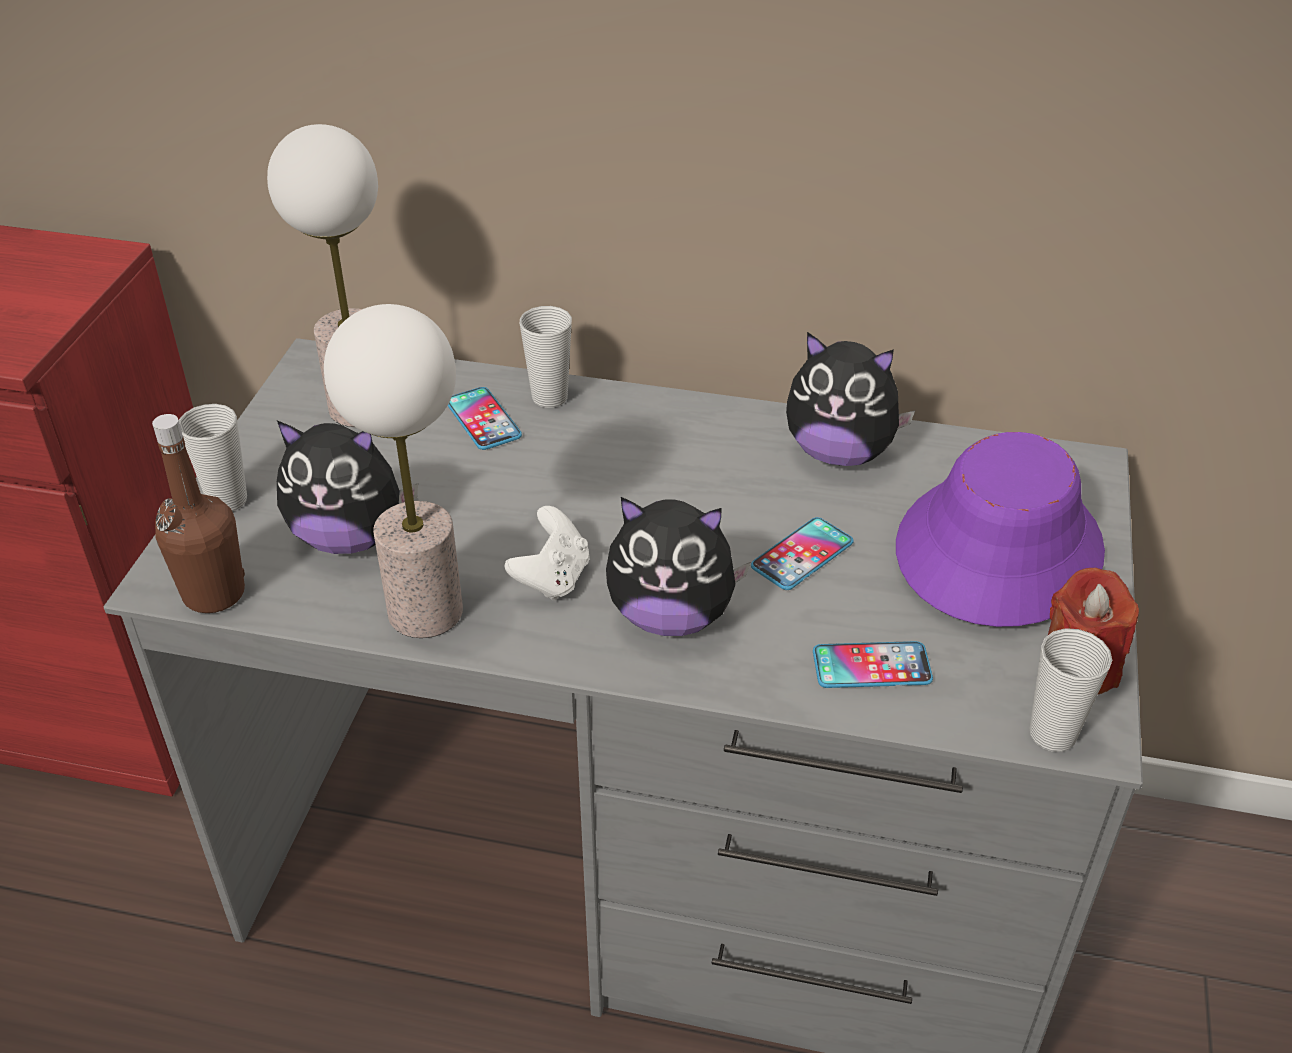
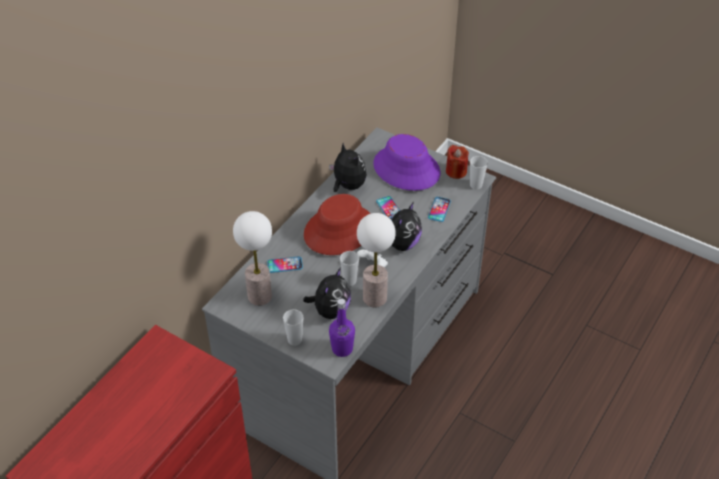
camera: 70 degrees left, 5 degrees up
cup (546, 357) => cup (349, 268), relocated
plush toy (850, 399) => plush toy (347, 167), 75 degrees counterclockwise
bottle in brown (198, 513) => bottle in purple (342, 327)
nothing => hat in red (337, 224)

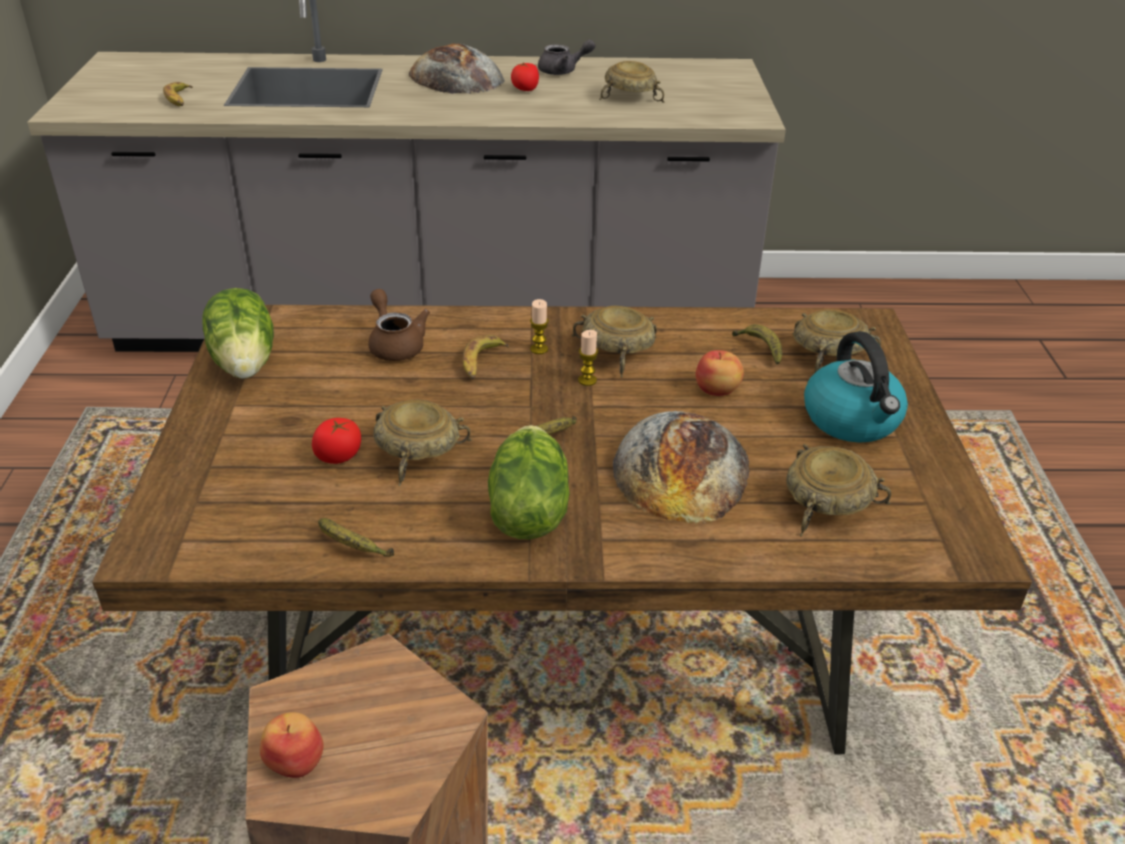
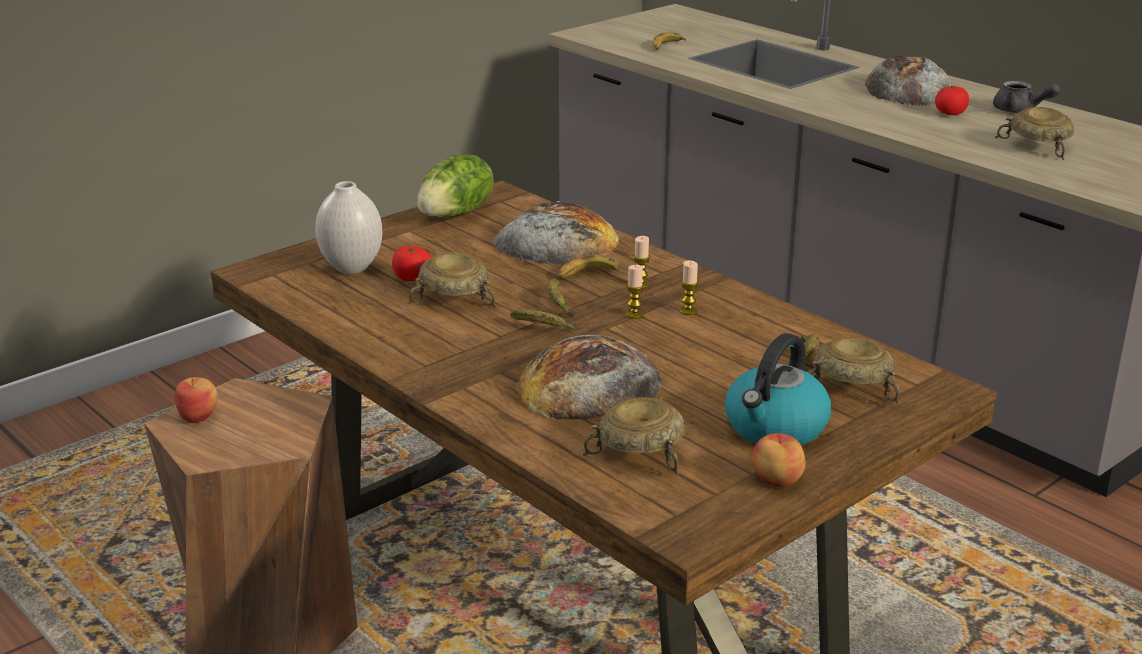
camera: 50 degrees right, 10 degrees down
teapot in brown (399, 325) => bread (556, 233)
bowl in beige (614, 342) => candle (689, 287)
apple (720, 373) => apple (778, 460), relocated
lettuce (529, 482) => nothing
banana (356, 537) => banana (560, 298), relocated
nothing => vase in white (348, 227)

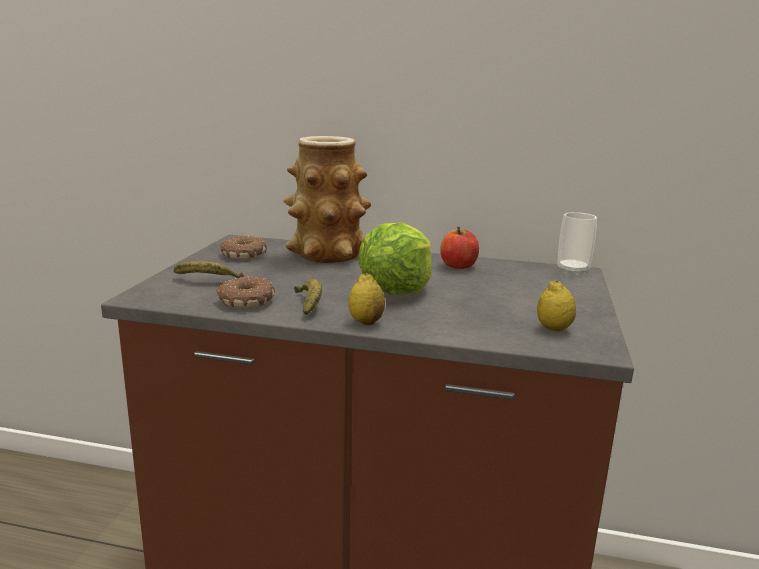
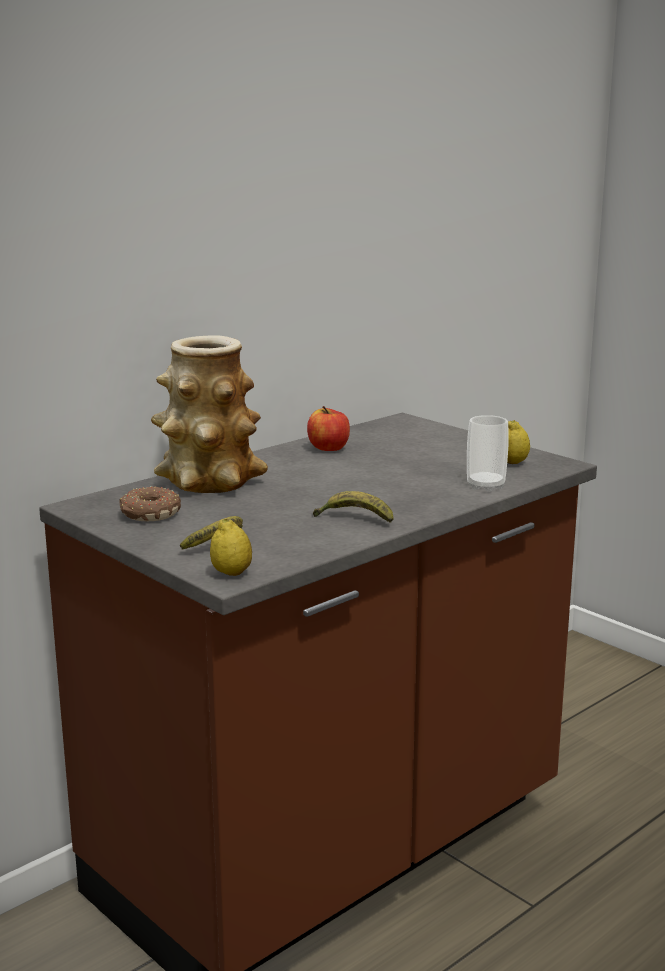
camera: 55 degrees left, 0 degrees up
cup (577, 243) => cup (488, 453), relocated
lettuce (395, 258) => nothing
lemon (366, 299) => lemon (231, 547), relocated
donut (245, 292) => nothing

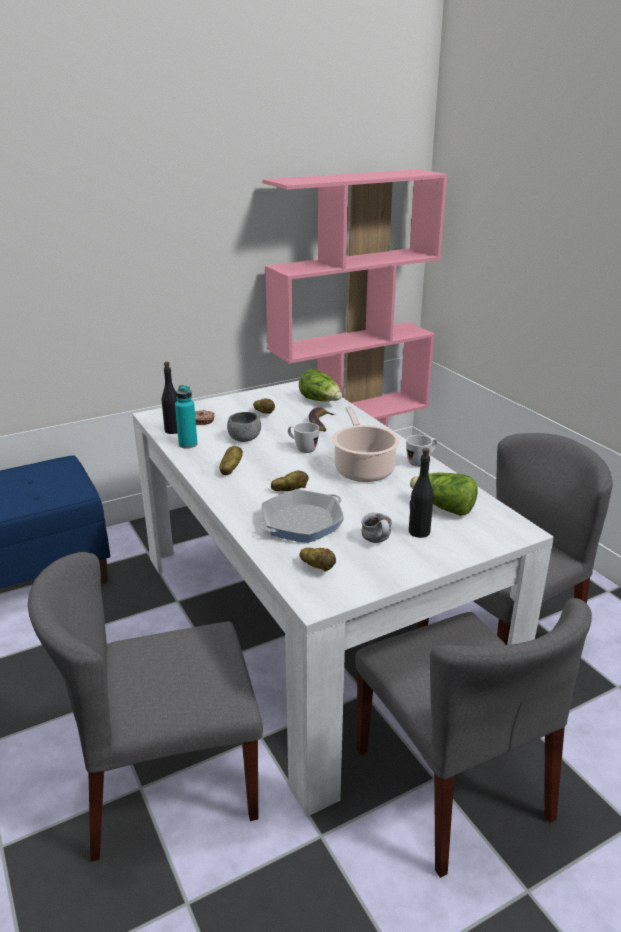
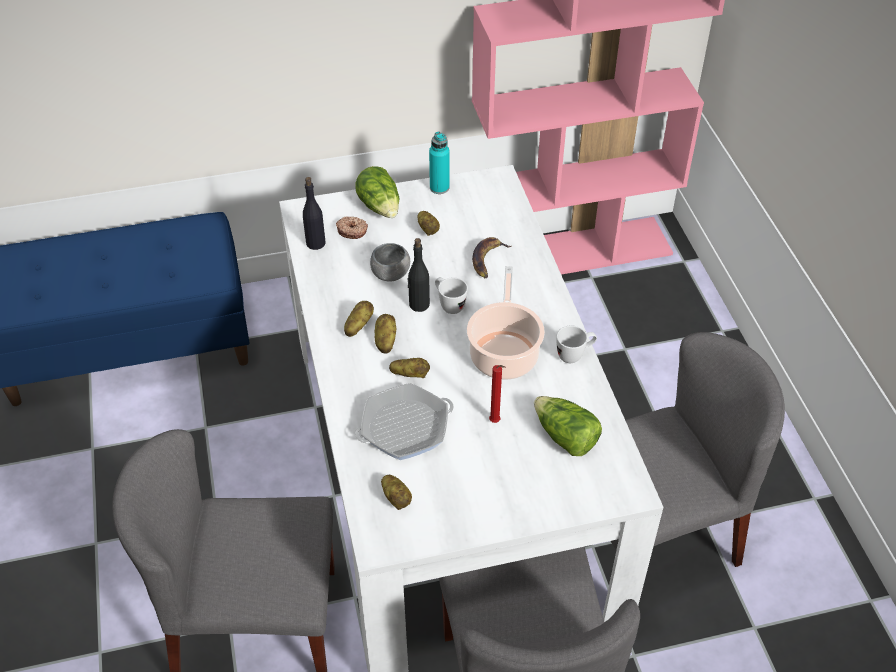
camera: 15 degrees right, 20 degrees up
lettuce (320, 385) => lettuce (377, 192), relocated
bottle in turquoise (186, 417) => bottle in turquoise (439, 163), relocated
bottle in black (421, 493) => bottle in black (418, 275), relocated
mug (376, 528) => nothing
nothing => potato (385, 333)
nothing => candle in red (497, 394)

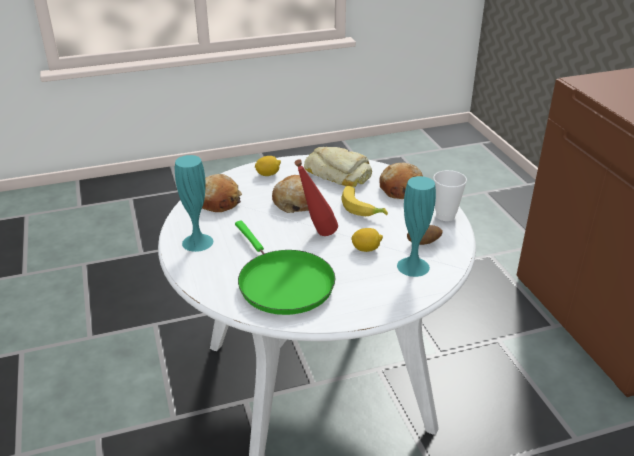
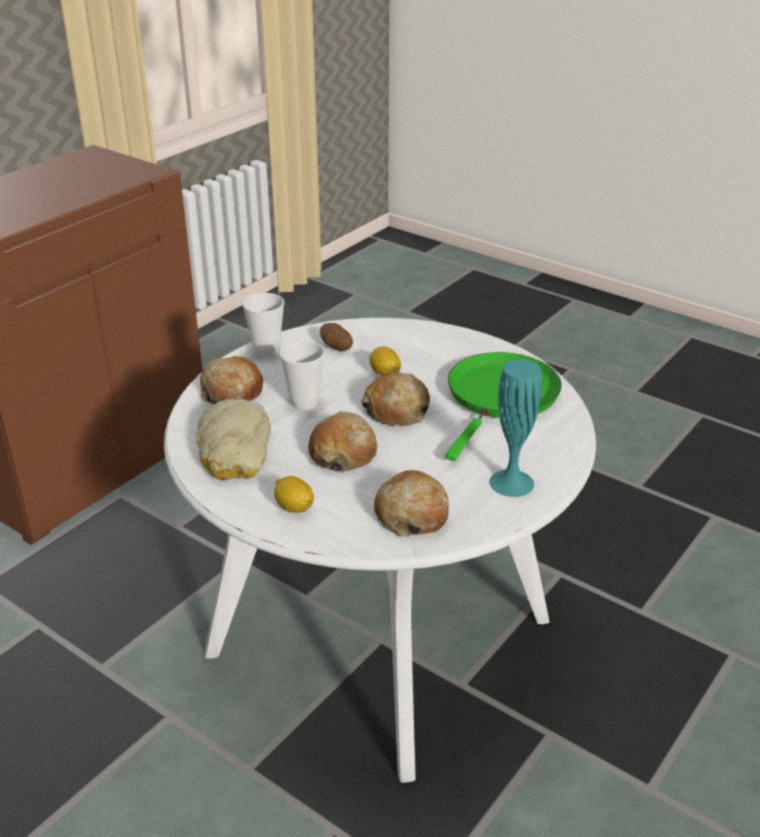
camera: 125 degrees left, 0 degrees up
bottle in red (316, 197) => bread (395, 399)
vase in turquoise (416, 226) => nothing
banana (364, 201) => cup (302, 375)

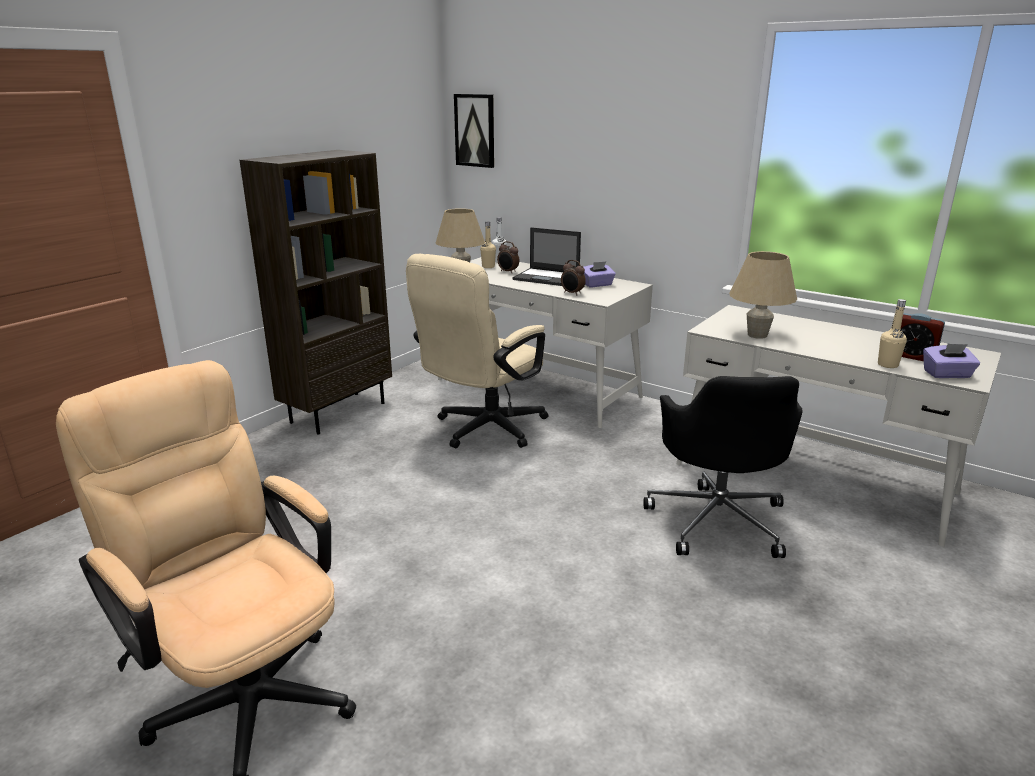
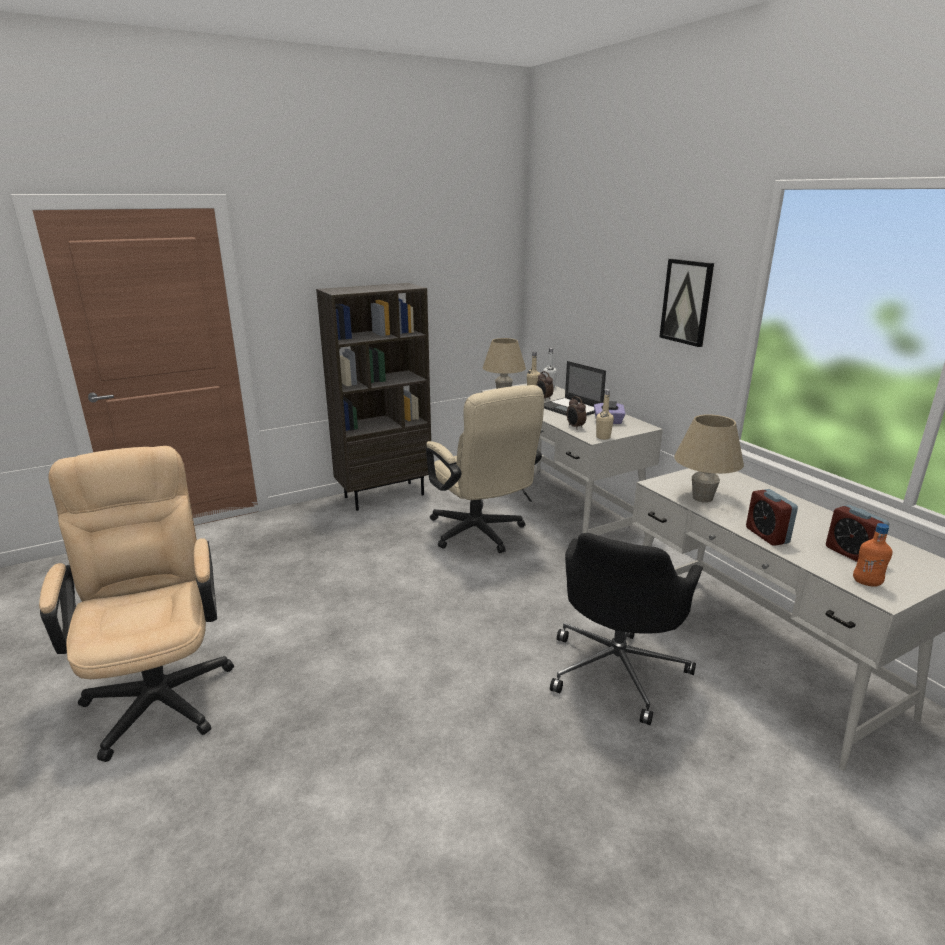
camera: 25 degrees right, 0 degrees up
picture (474, 131) => picture (686, 303), relocated
office chair in beige (477, 351) => office chair in beige (485, 469), 90 degrees counterclockwise
bottle in beige (892, 333) => bottle in beige (605, 414), relocated
tissue box in purple (951, 361) => bottle in orange (873, 555)
nothing => alarm clock (772, 517)

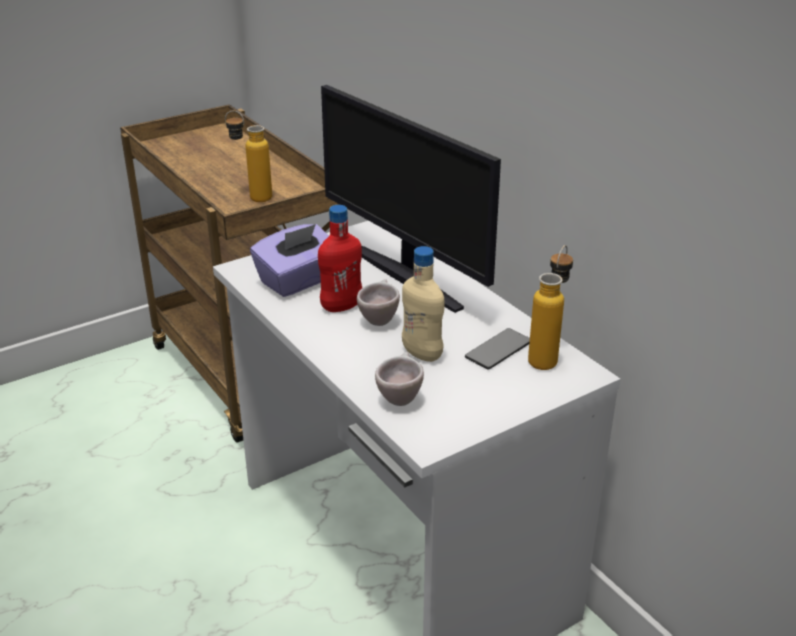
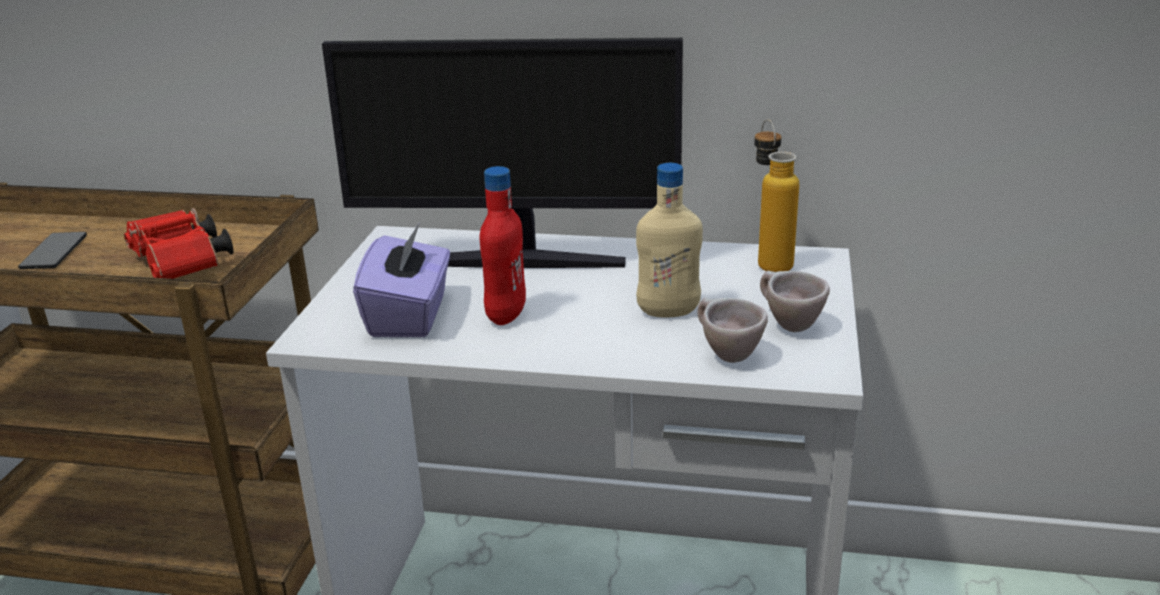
camera: 45 degrees left, 5 degrees down
bottle (248, 156) => binoculars in red (179, 243)
cup in beige (378, 302) => cup in beige (795, 301), relocated
phone (497, 349) => phone (52, 250), relocated

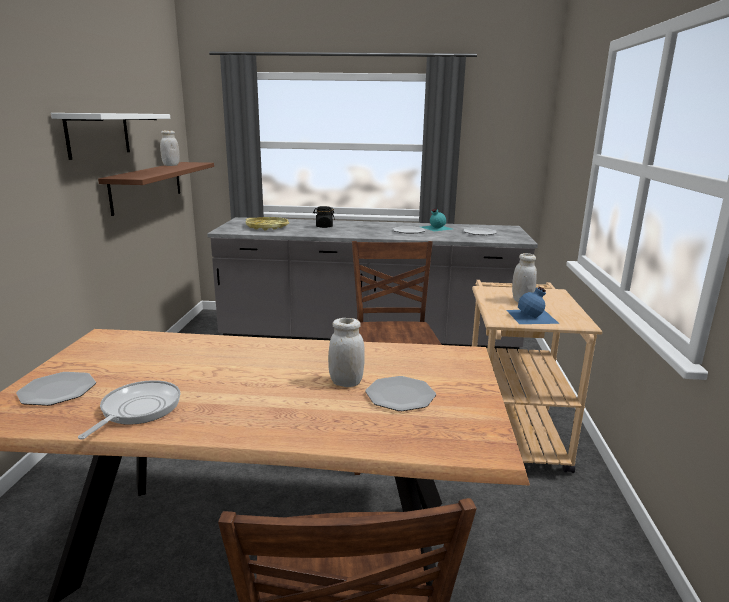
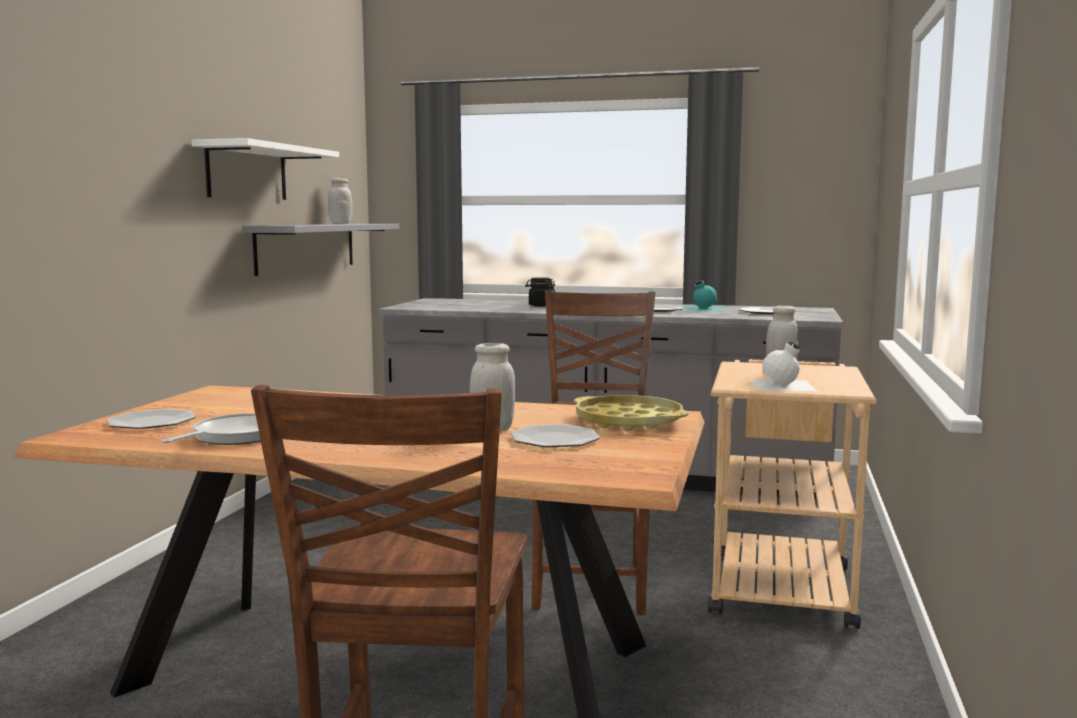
camera: 10 degrees right, 10 degrees down
shelf in brown (156, 189) => shelf in grey (320, 250)
tray in yellow (267, 223) => tray in yellow (631, 413), relocated
bottle in blue (533, 305) => bottle in white (784, 366)

